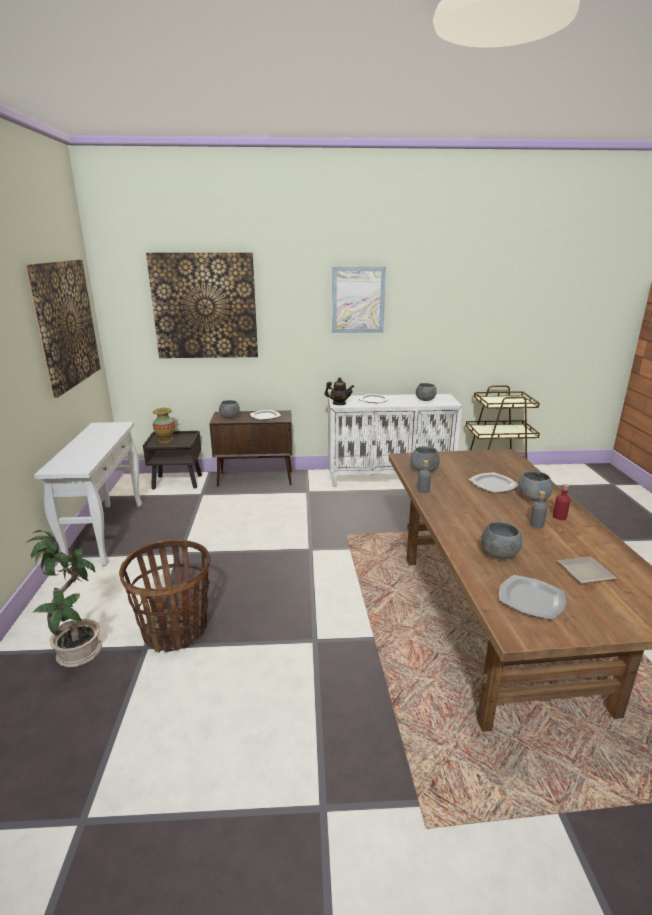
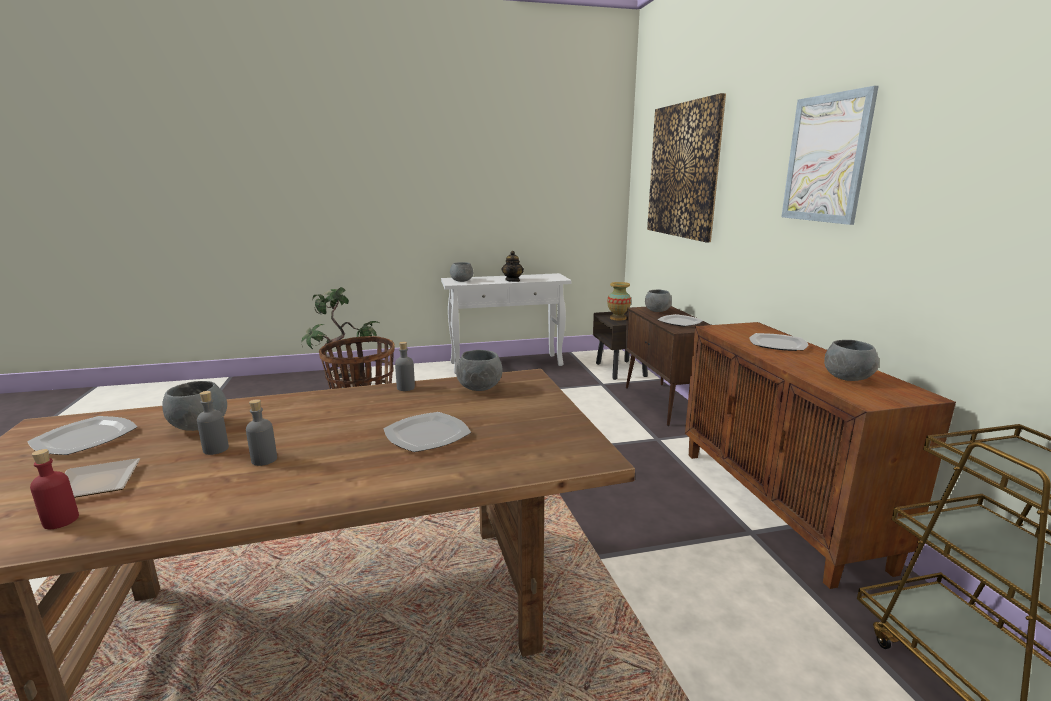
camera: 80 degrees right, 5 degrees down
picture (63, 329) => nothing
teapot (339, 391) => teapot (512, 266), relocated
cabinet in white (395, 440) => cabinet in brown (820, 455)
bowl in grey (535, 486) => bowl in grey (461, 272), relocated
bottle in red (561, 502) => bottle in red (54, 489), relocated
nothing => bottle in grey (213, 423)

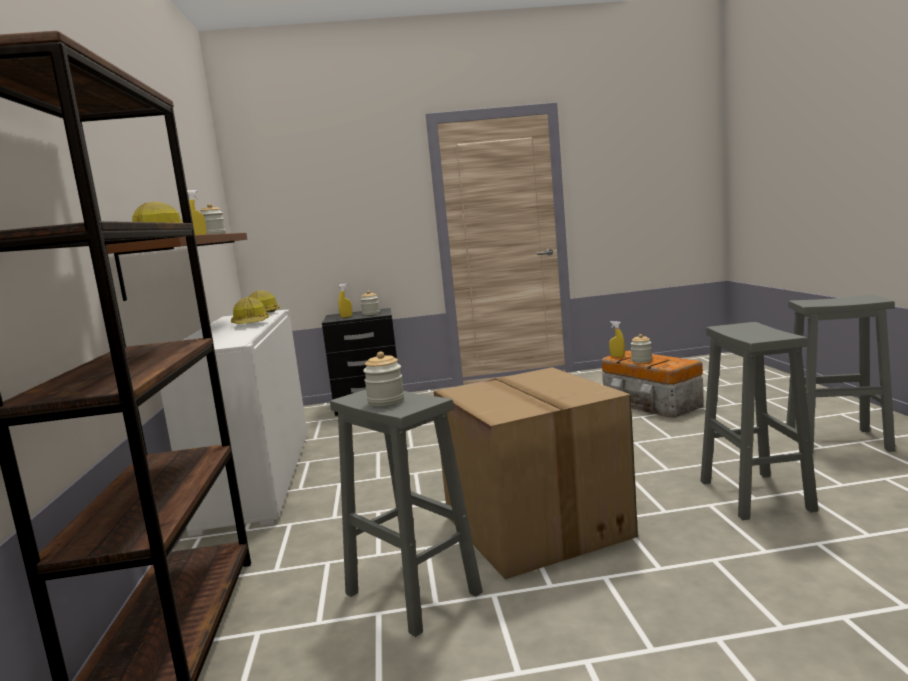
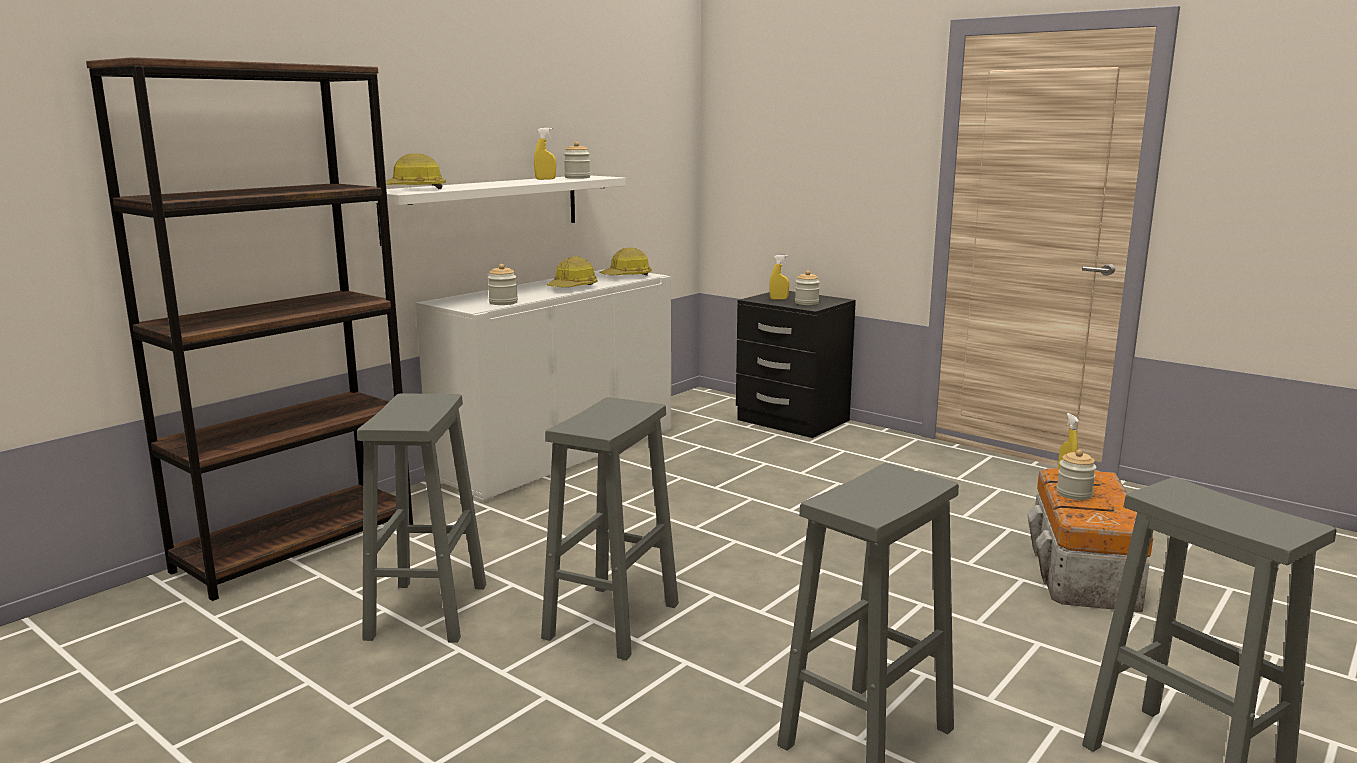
camera: 45 degrees right, 5 degrees up
shelf in brown (176, 267) => shelf in white (497, 210)
jar (383, 378) => jar (502, 284), relocated
cardboard box (536, 473) => stool in grey (610, 528)

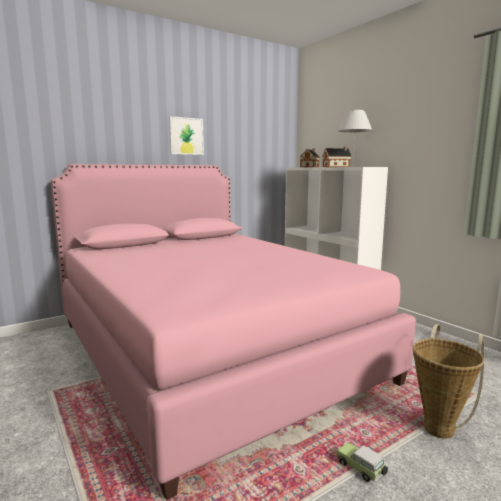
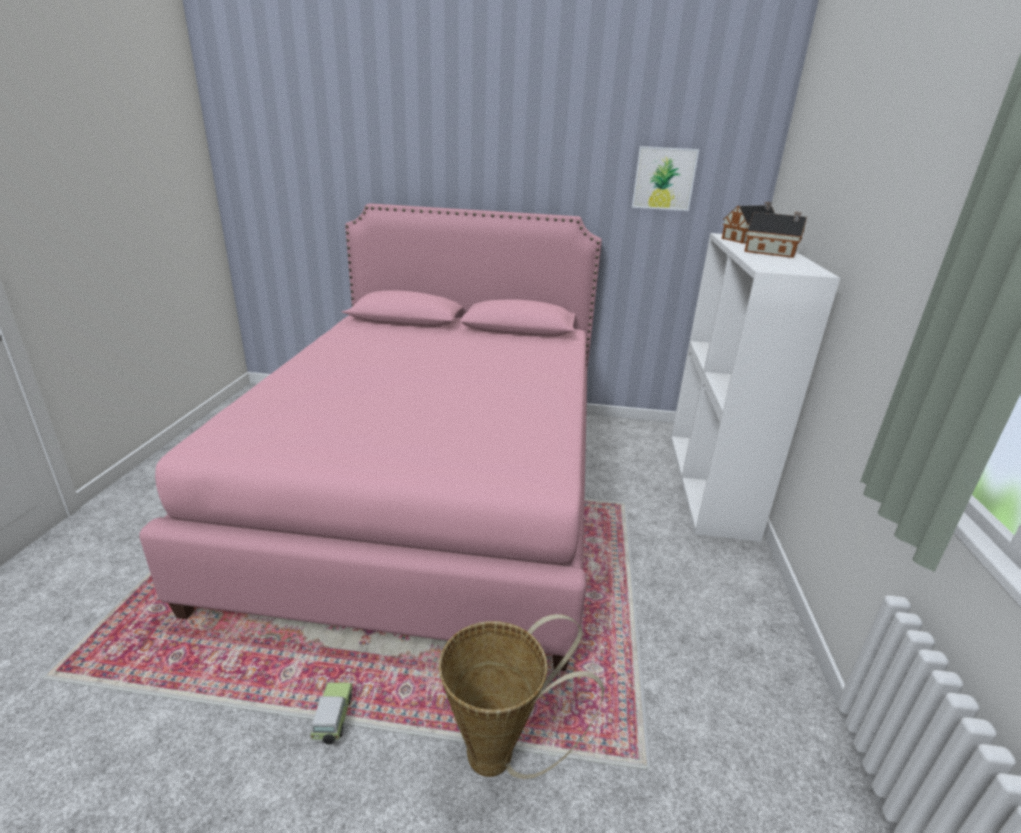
camera: 40 degrees right, 15 degrees up
table lamp in white (355, 136) => nothing
picture (186, 135) => picture (665, 178), relocated

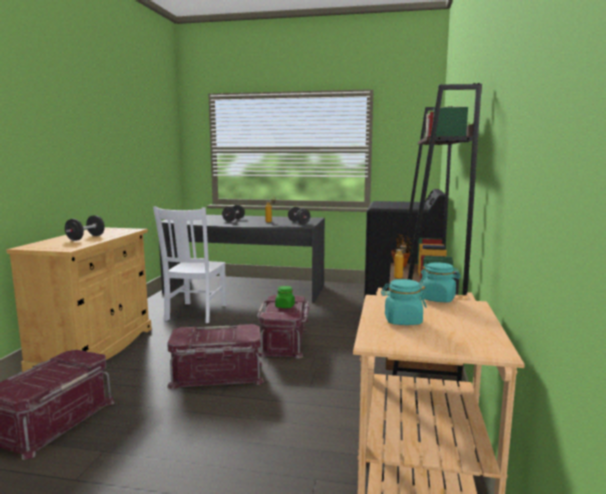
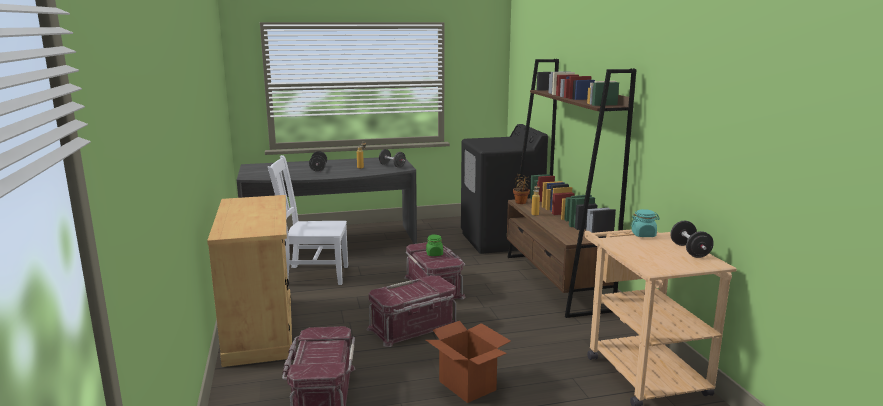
camera: 25 degrees left, 5 degrees up
chair in white (190, 264) => chair in white (308, 220), 105 degrees clockwise
dumbbell in black (85, 228) => dumbbell in black (692, 239), relocated
jar in turquoise (404, 302) => nothing
nothing => cardboard box (468, 362)

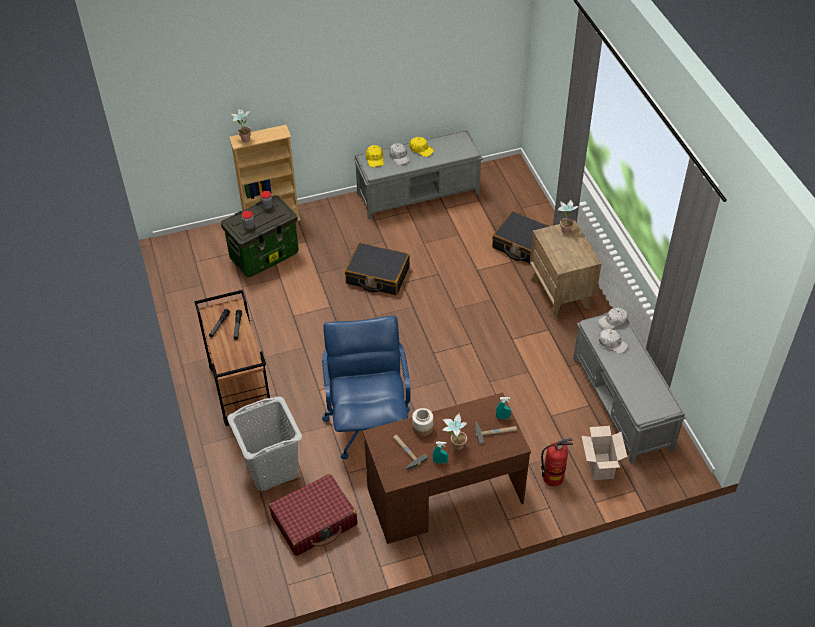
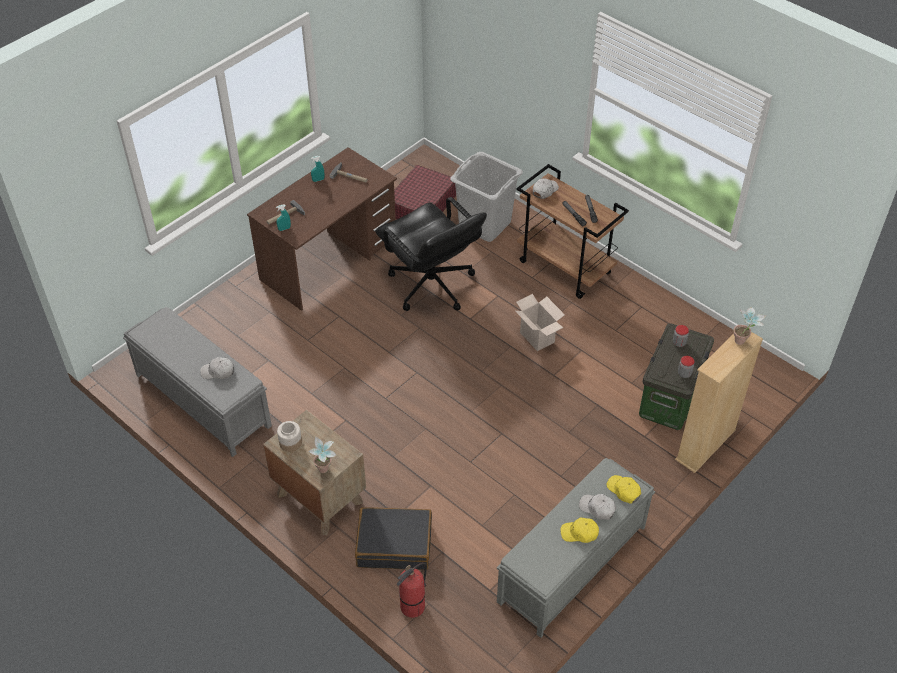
camera: 150 degrees right, 0 degrees up
suitcase in black (377, 269) => nothing
cap in white (613, 319) => cap in white (546, 188), relocated
office chair in blue (366, 387) => office chair in black (431, 254)
jar (422, 422) => jar (289, 436), relocated
potted plant (454, 431) => nothing
cardboard box (604, 453) => cardboard box (540, 322), relocated
fire extinguisher (557, 462) => fire extinguisher (412, 590), relocated

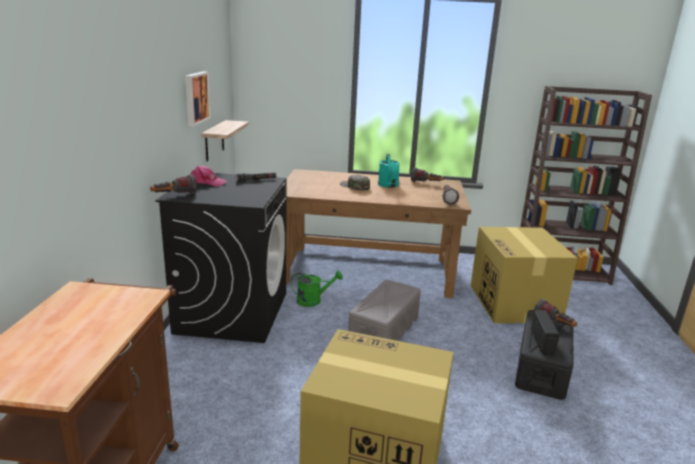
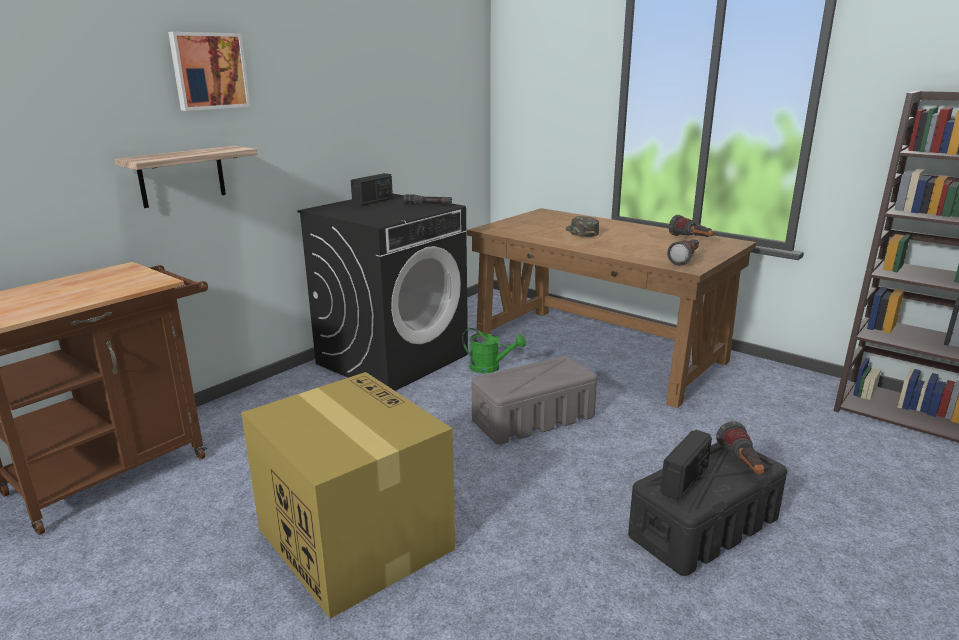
camera: 35 degrees right, 0 degrees up
picture (198, 99) => picture (209, 71), relocated
shelf (225, 140) => shelf (186, 177), relocated
watering can in turquoise (389, 171) => nothing
cap in pink (208, 176) => radio (372, 189)
flashlight (173, 184) => nothing
cardboard box (524, 275) => nothing

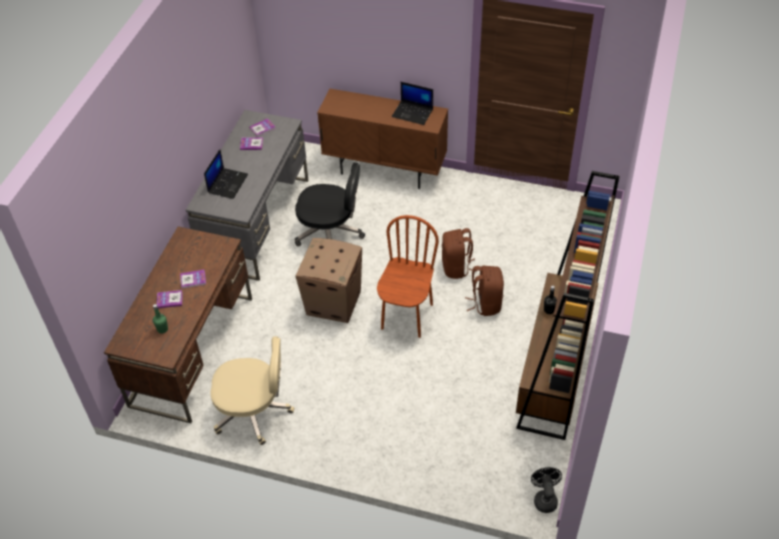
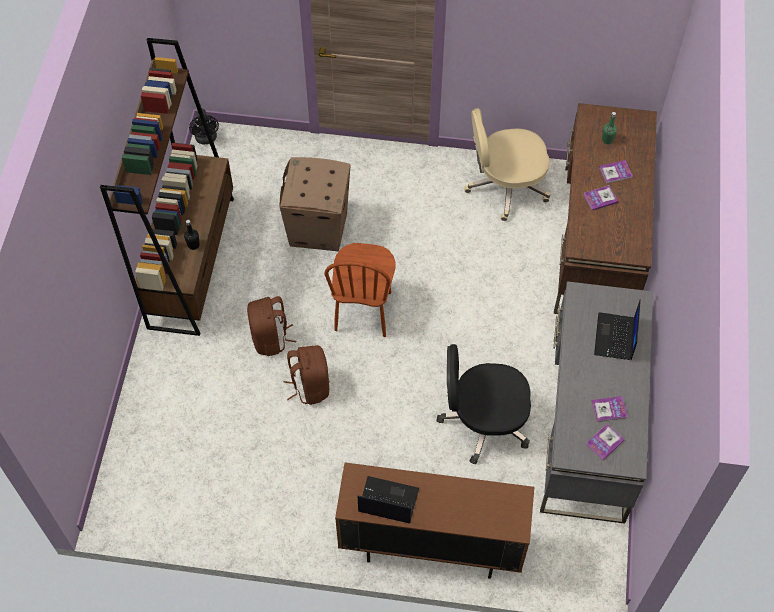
camera: 170 degrees right, 10 degrees up
cardboard box (328, 280) => cardboard box (315, 204), relocated

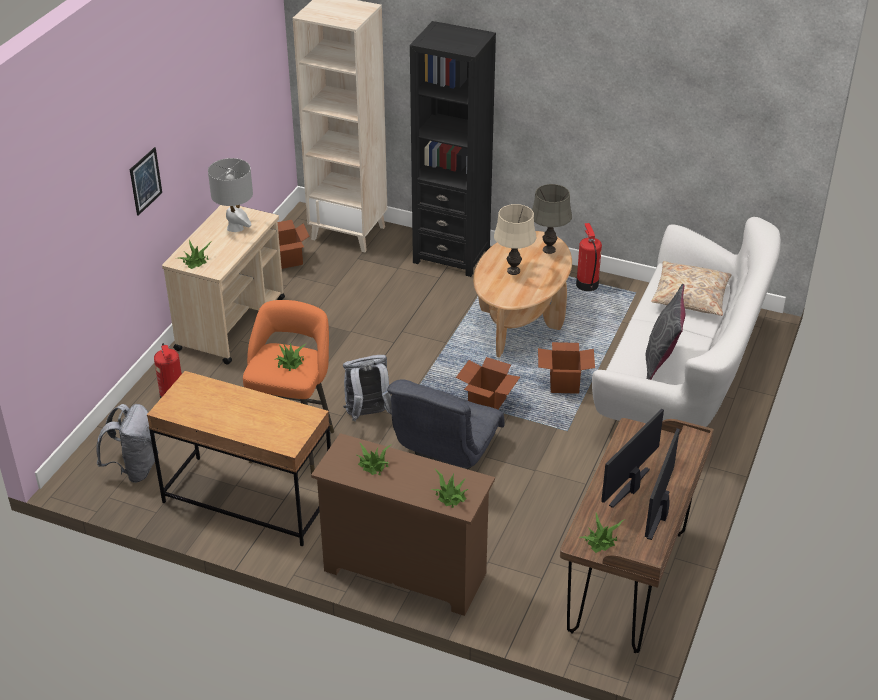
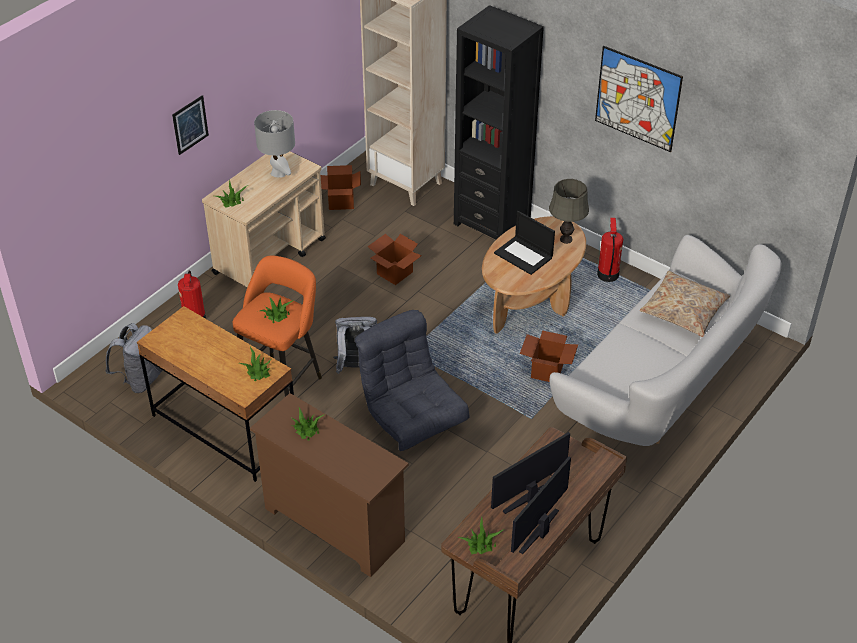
camera: 15 degrees right, 5 degrees up
table lamp in beige (515, 239) => laptop (524, 243)
pillow in grey (665, 332) => nothing
cardboard box (488, 383) => cardboard box (394, 259), relocated
armchair in grey (446, 424) => armchair in grey (412, 380), 105 degrees clockwise
potted plant (450, 488) => potted plant (256, 364), relocated
nothing => picture (639, 99)

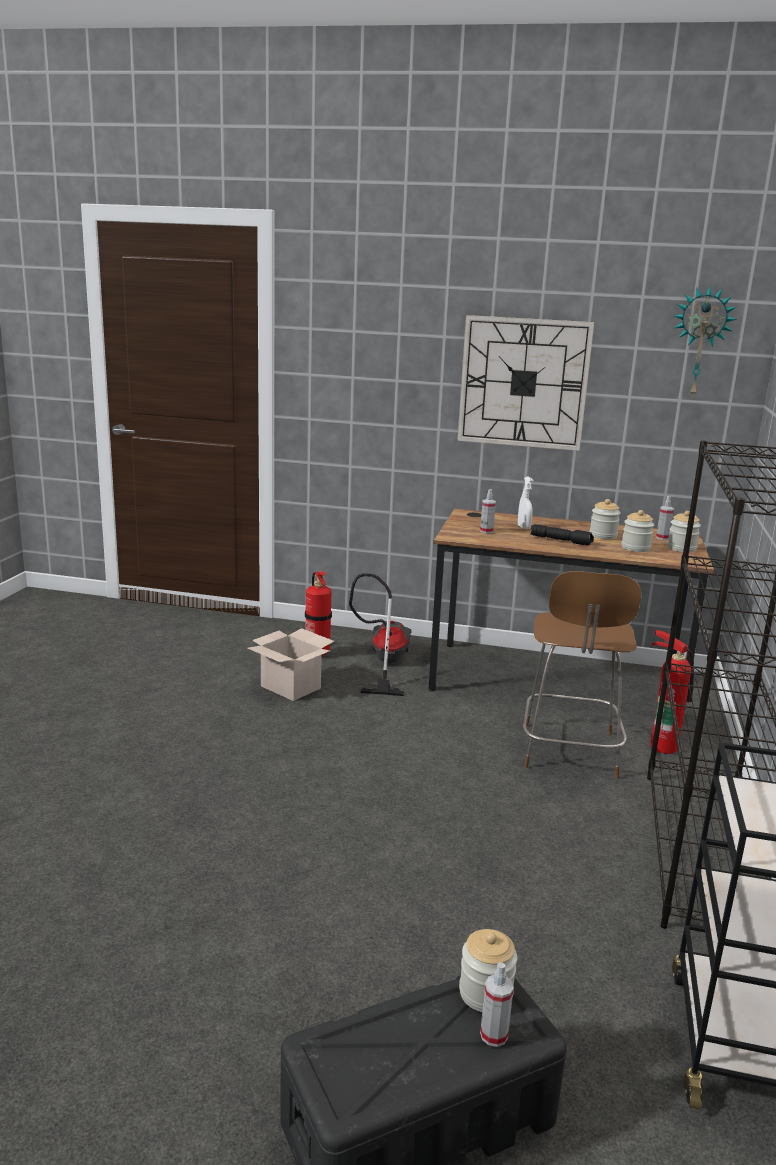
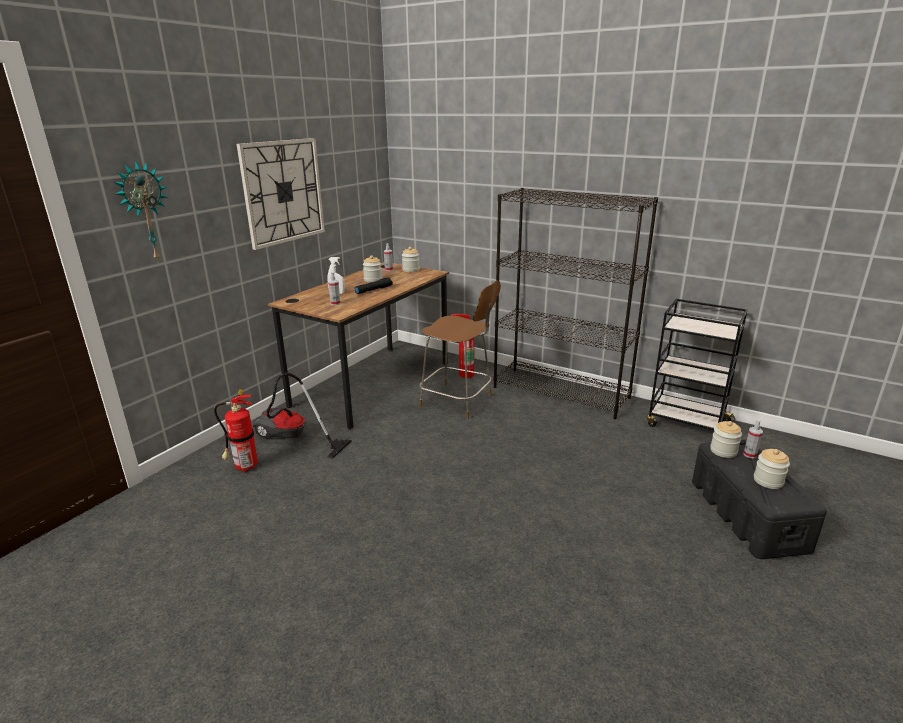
camera: 70 degrees left, 5 degrees up
wall clock (705, 342) => wall clock (141, 211), relocated
jar (637, 531) => jar (772, 469), relocated
cardboard box (290, 664) => nothing

